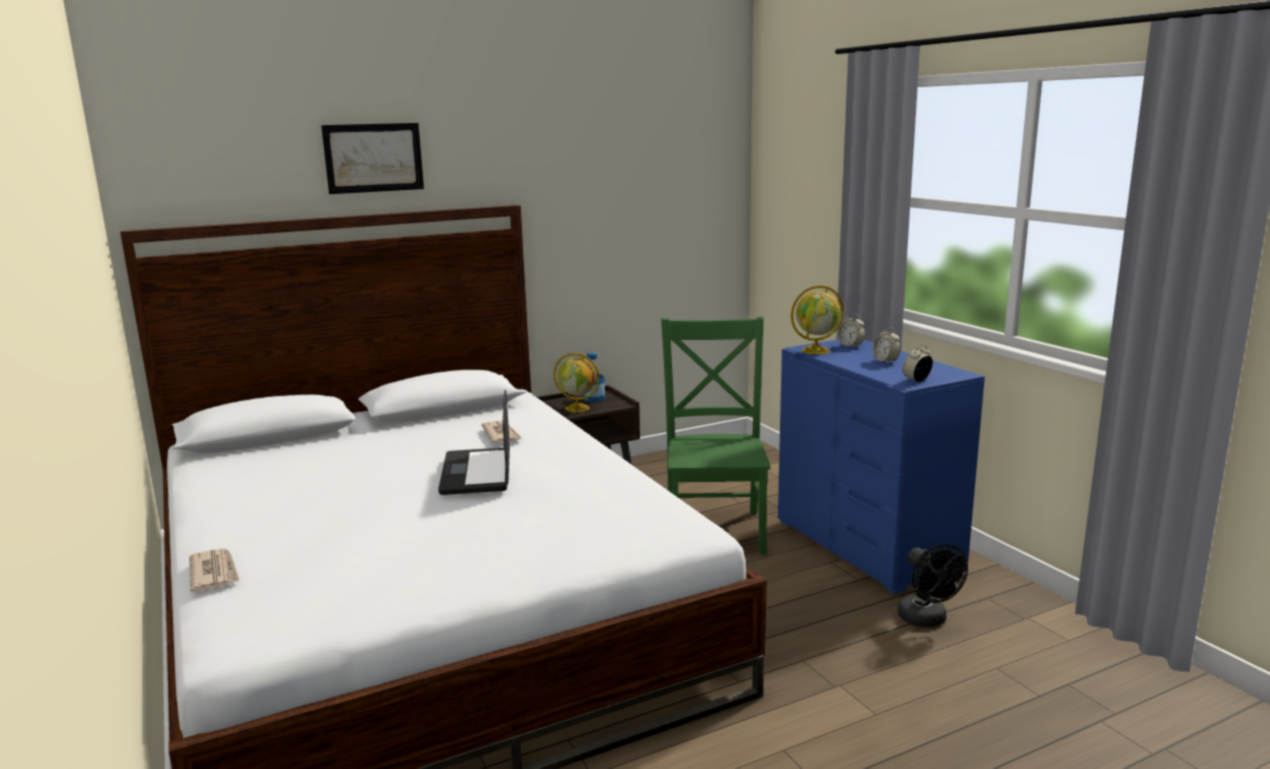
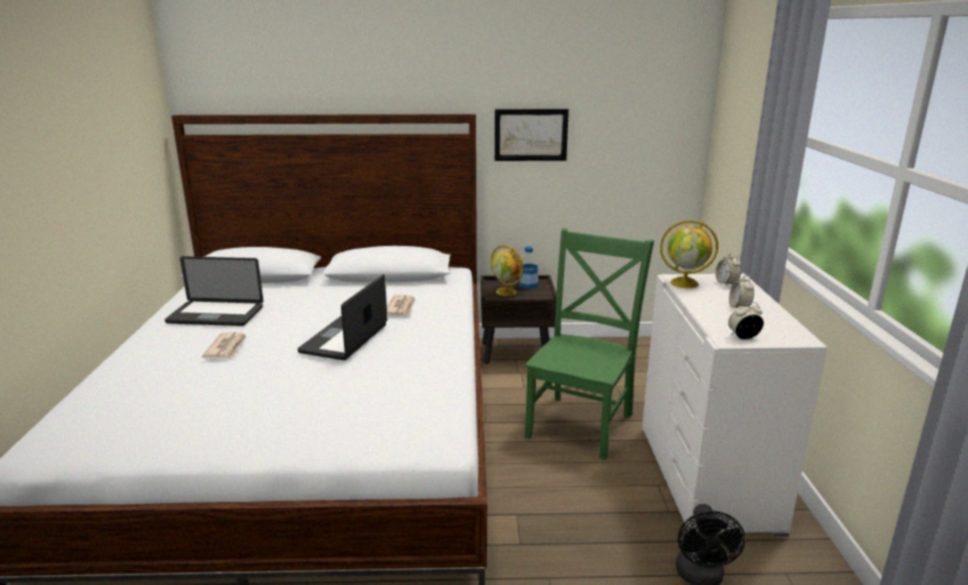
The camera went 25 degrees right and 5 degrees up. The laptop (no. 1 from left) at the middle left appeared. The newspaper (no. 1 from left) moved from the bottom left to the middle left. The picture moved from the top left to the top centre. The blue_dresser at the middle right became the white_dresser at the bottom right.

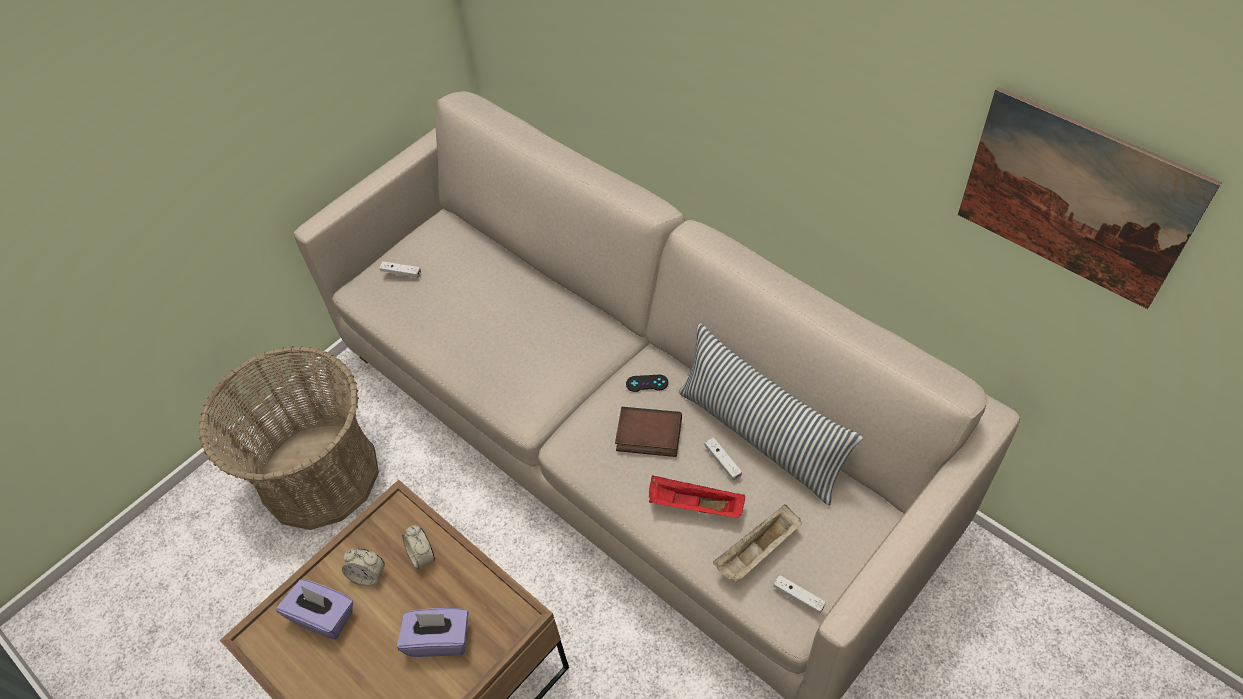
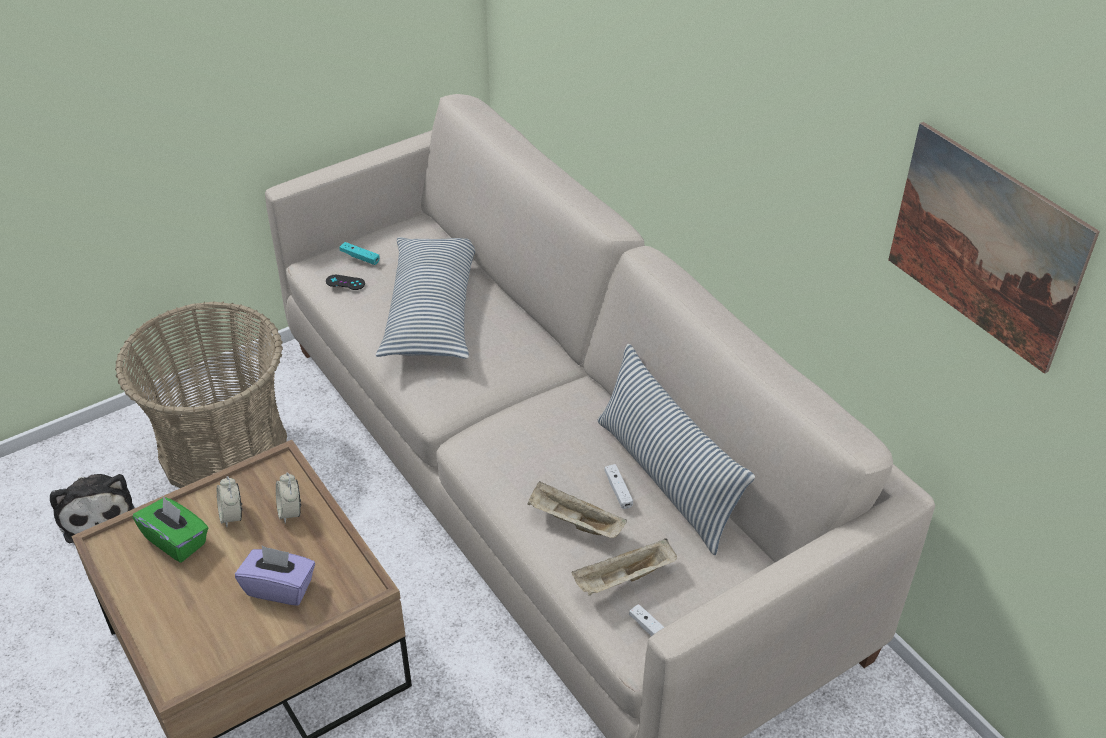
The camera went 10 degrees right and 10 degrees down. The book at the centre disappeared. The plush_toy at the bottom left appeared. The pillow (no. 1 from left) at the centre appeared. The black_game_controller moved from the centre to the middle left. The purple_tissue_box (no. 1 from left) at the bottom left became the green_tissue_box at the bottom left. The white_game_controller (no. 1 from left) at the middle left became the turquoise_game_controller at the middle left. The red_tray at the bottom centre became the beige_tray (no. 1 from left) at the bottom centre. The alarm_clock (no. 1 from left) at the bottom left turned 45 degrees clockwise.

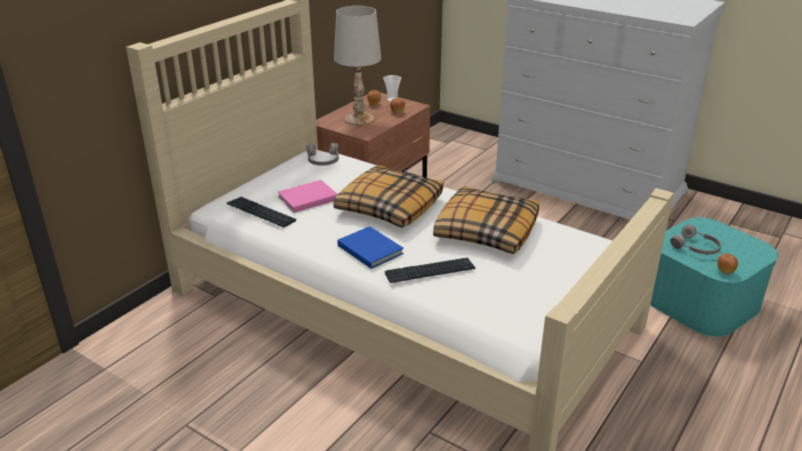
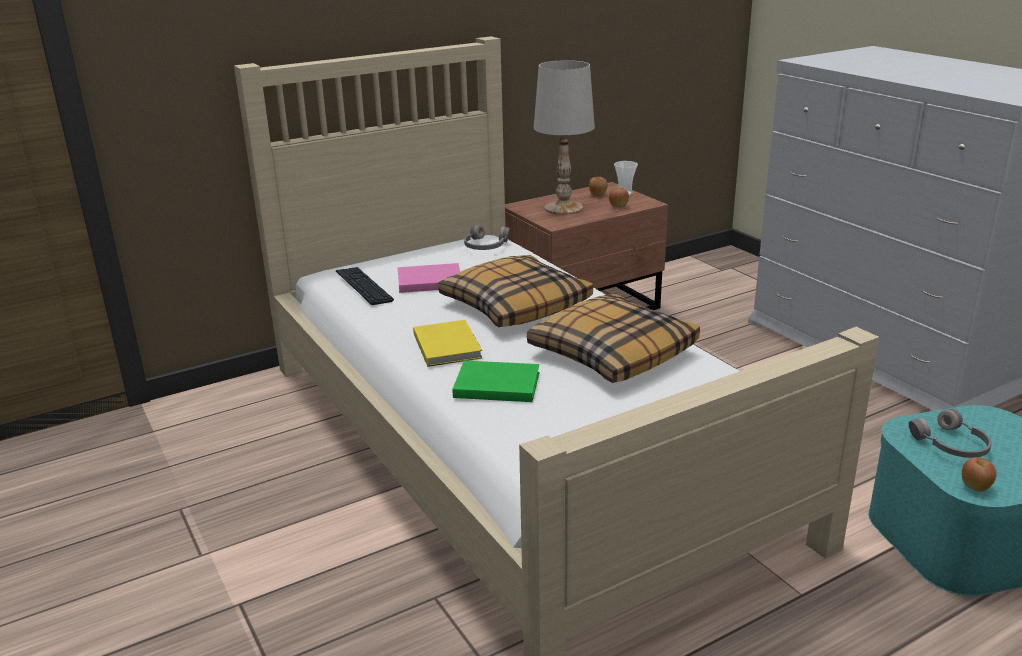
The camera went 25 degrees right and 5 degrees down. The keyboard (no. 2 from left) at the centre was replaced by the green_book at the centre. The blue_book at the centre became the yellow_book at the centre.

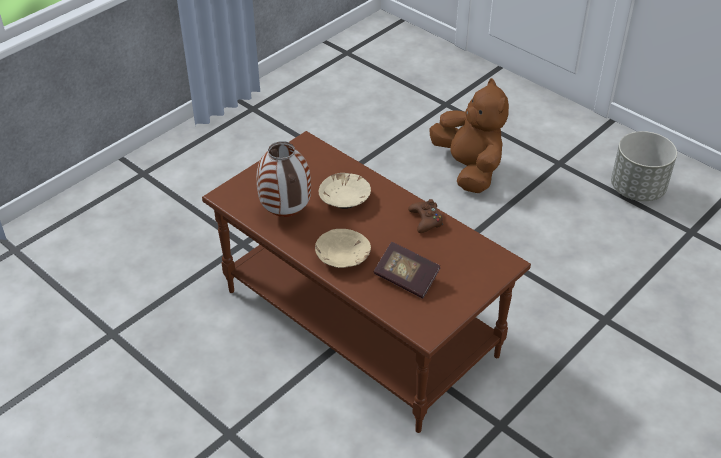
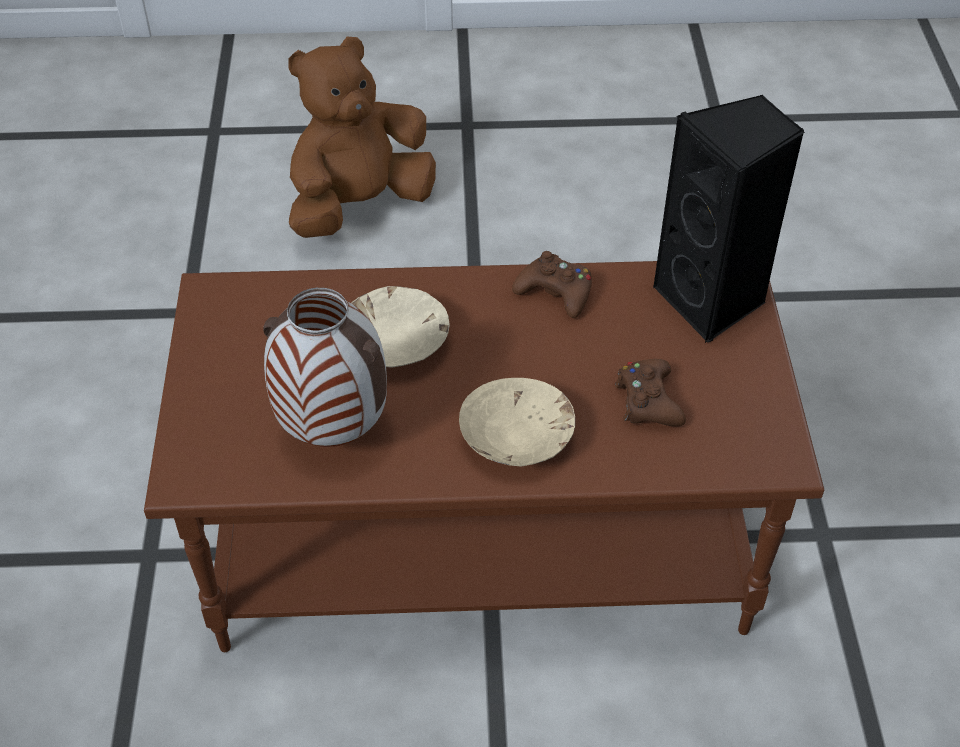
The camera went 45 degrees left and 5 degrees up. The grey_planter at the middle right disappeared. The black_speaker at the top right appeared. The book at the centre was replaced by the brown_game_controller (no. 2 from left) at the middle right. The brown_plush_toy at the top centre turned 60 degrees counterclockwise.

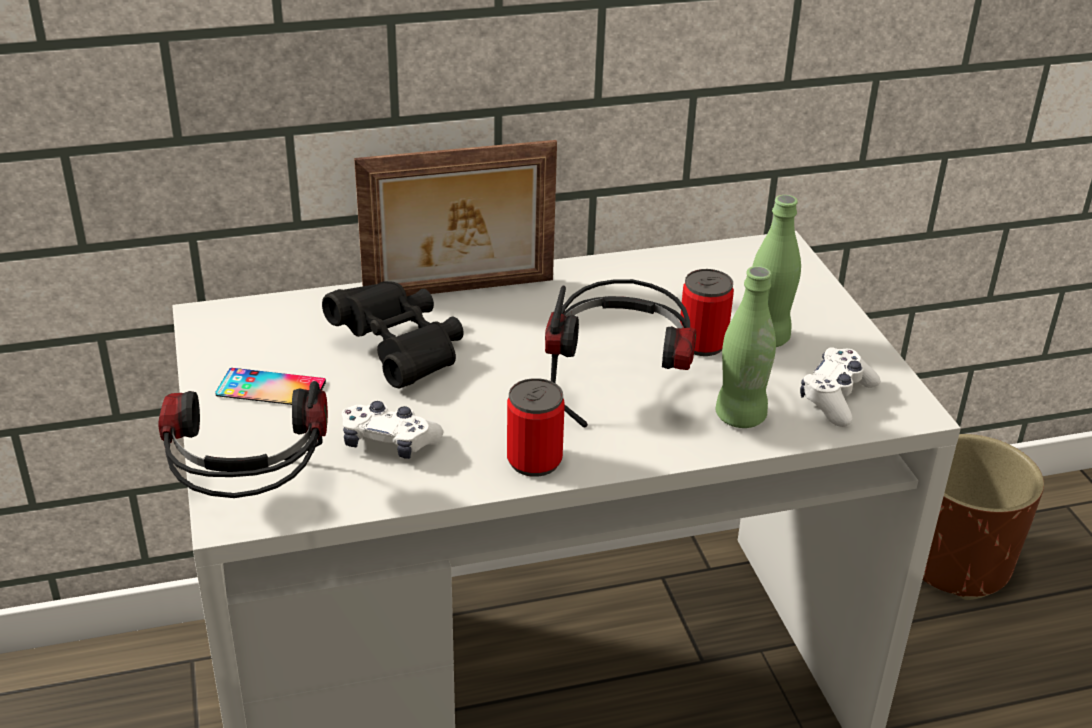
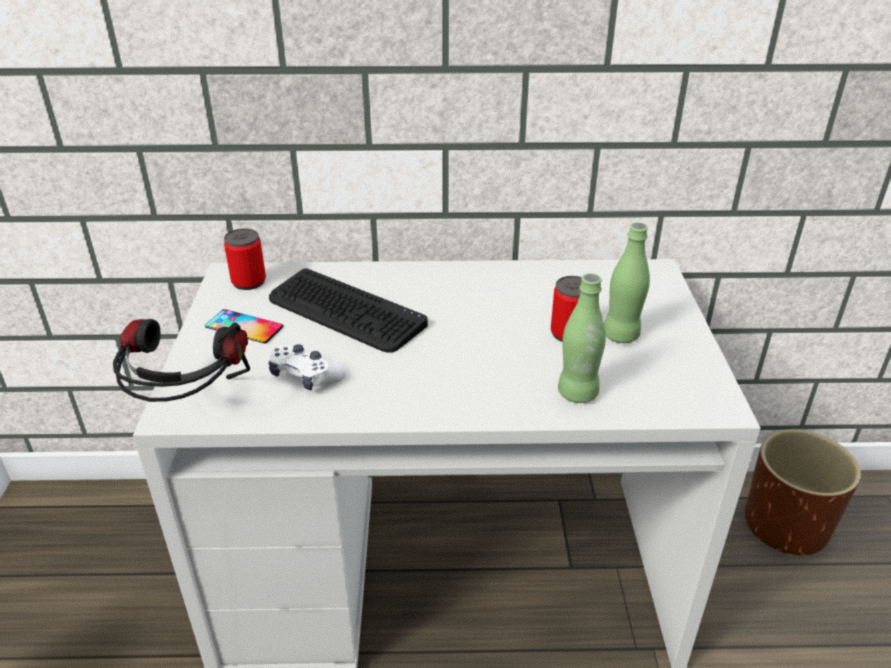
The camera went 15 degrees right and 0 degrees up. The picture_frame at the top centre disappeared. The headphones (no. 2 from left) at the centre disappeared. The white_game_controller (no. 2 from left) at the middle right disappeared. The can (no. 1 from left) moved from the centre to the middle left. The black_binoculars at the centre was replaced by the keyboard at the centre.

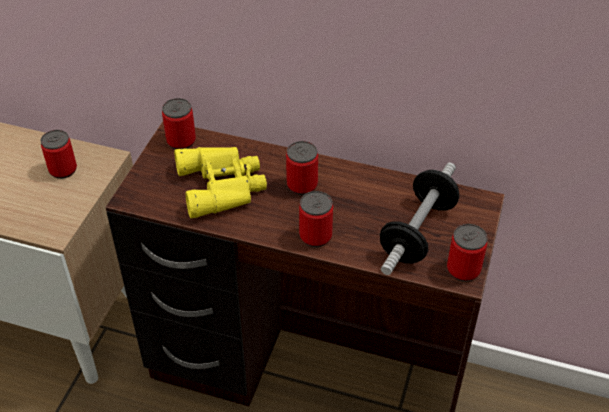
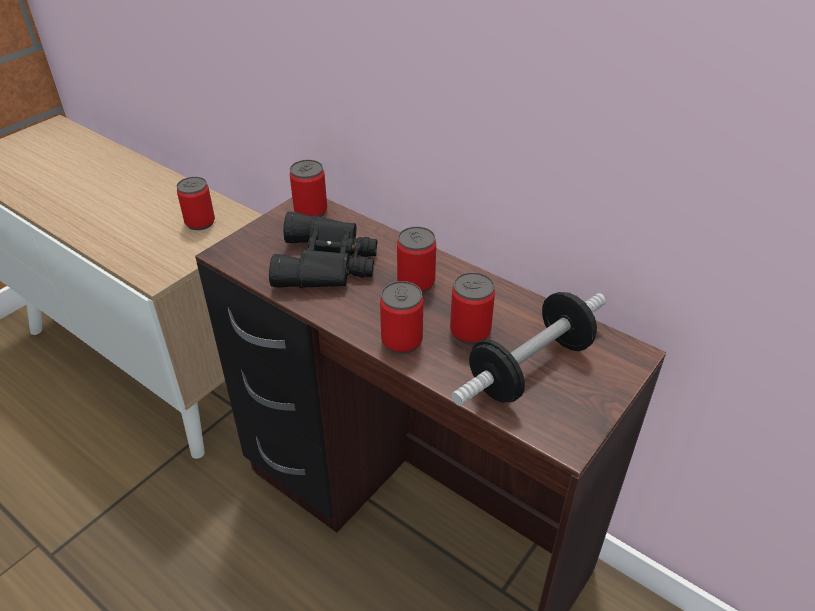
The camera went 20 degrees right and 5 degrees down. The can (no. 5 from left) moved from the middle right to the centre. The yellow_binoculars at the centre became the black_binoculars at the centre.

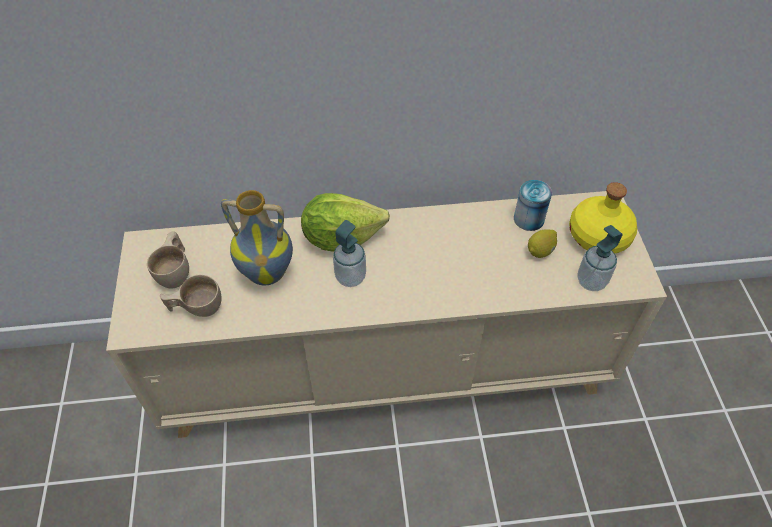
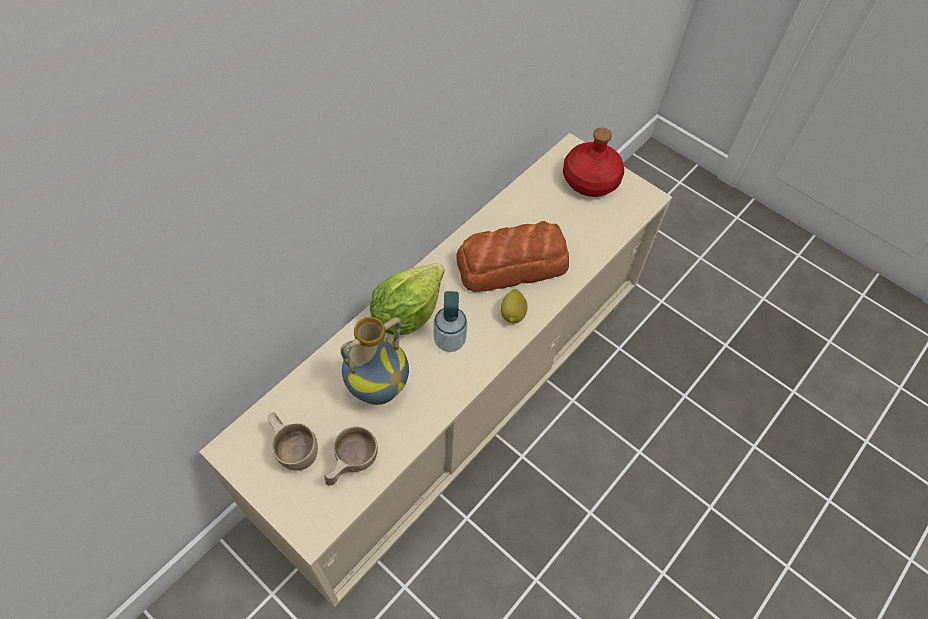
The camera went 45 degrees left and 5 degrees up. The can at the middle right disappeared. The soap_dispenser (no. 2 from left) at the middle right disappeared. The bread at the centre appeared. The lemon moved from the middle right to the centre. The yellow_bottle at the middle right became the red_bottle at the top centre.

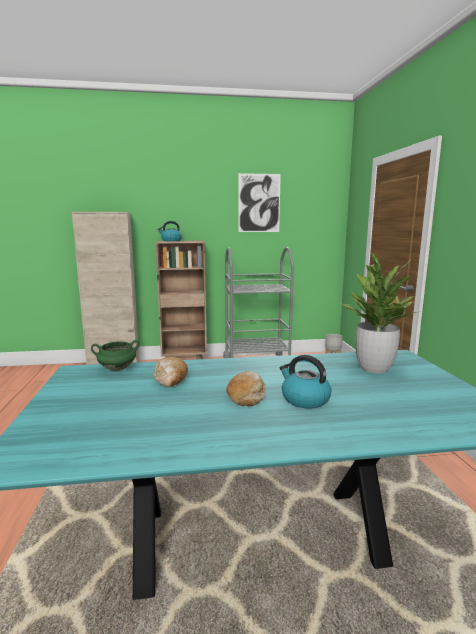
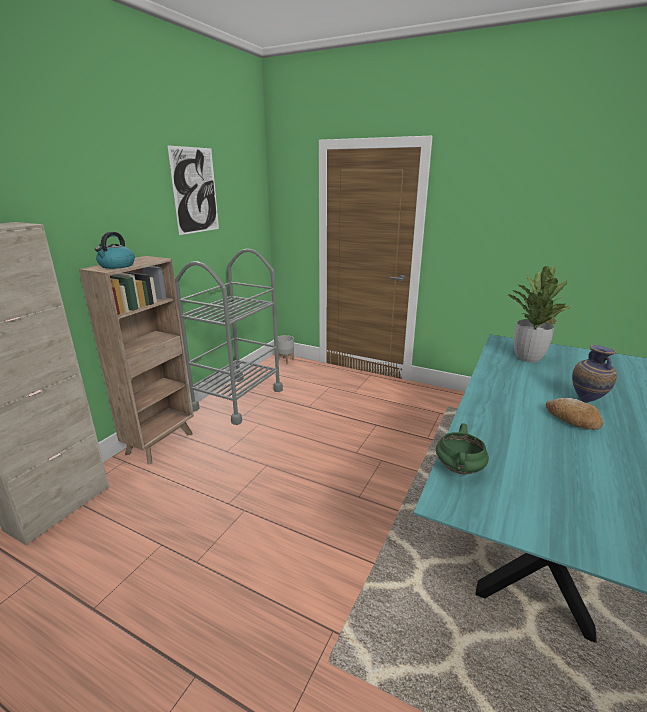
The camera went 55 degrees left and 10 degrees up. The bread (no. 1 from left) at the centre disappeared. The kettle (no. 2 from left) at the centre was replaced by the vase at the middle right.

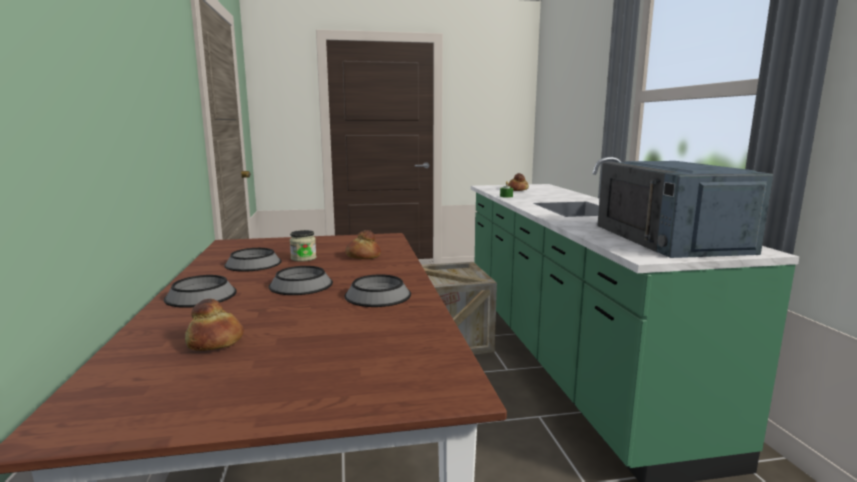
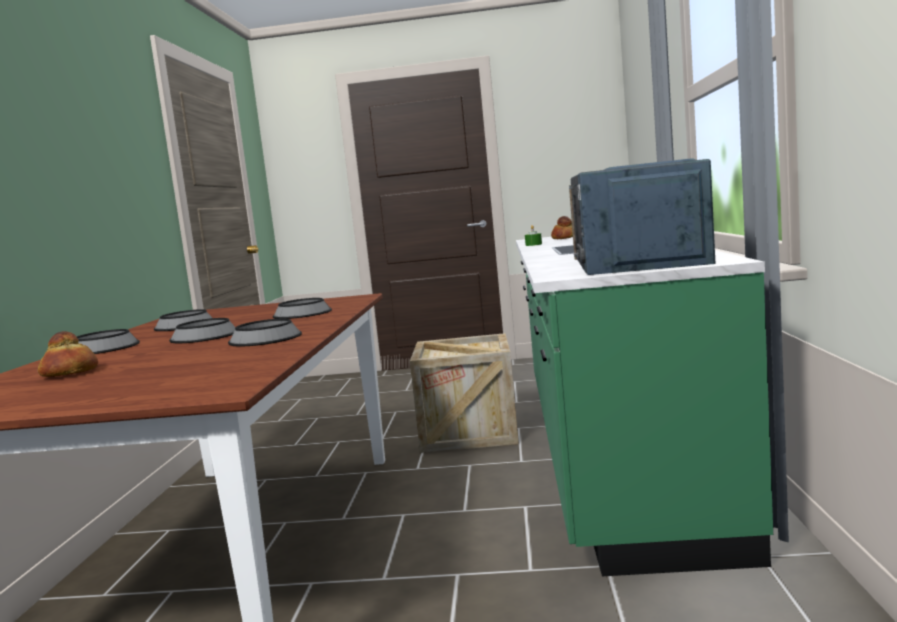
The camera went 15 degrees right and 5 degrees down. The jar at the centre disappeared. The bread (no. 2 from left) at the centre was replaced by the bowl (no. 5 from left) at the centre.

